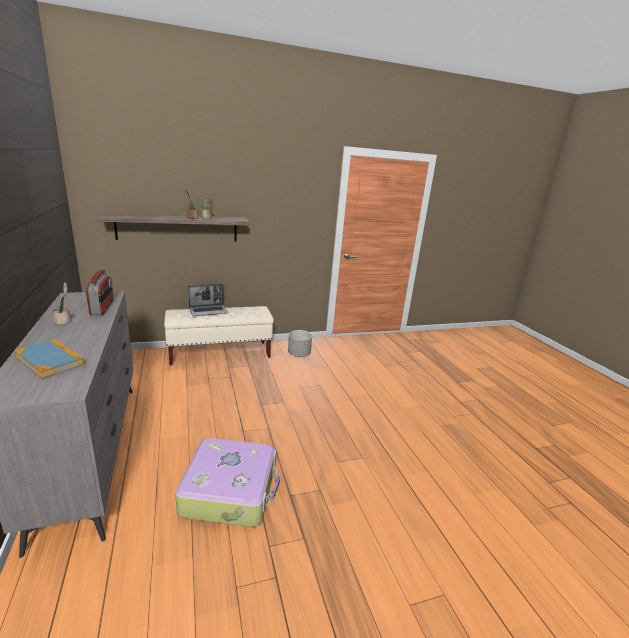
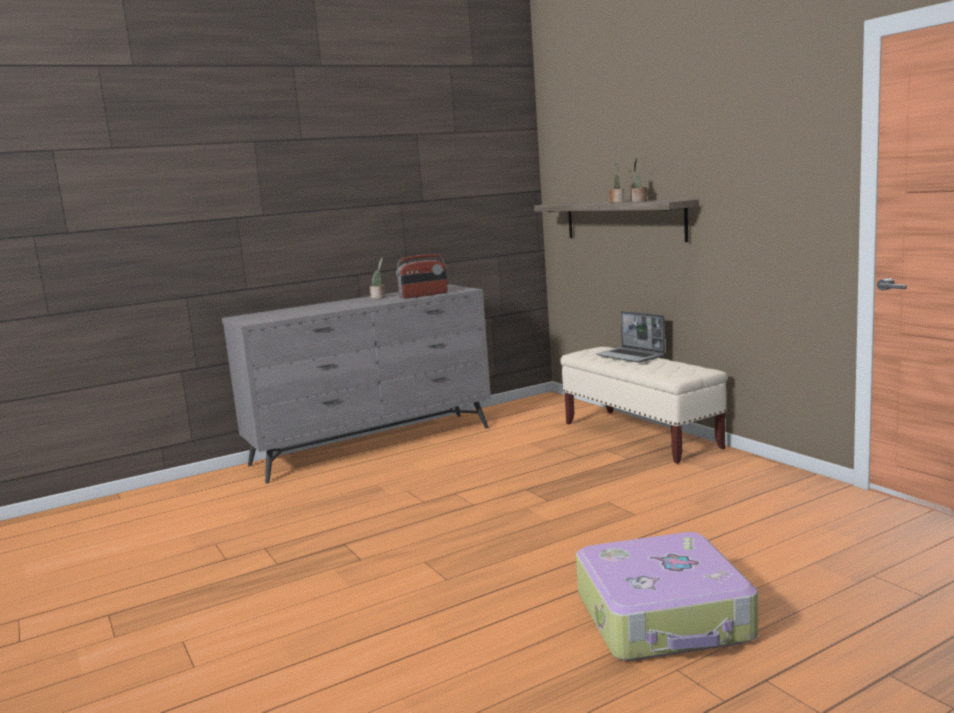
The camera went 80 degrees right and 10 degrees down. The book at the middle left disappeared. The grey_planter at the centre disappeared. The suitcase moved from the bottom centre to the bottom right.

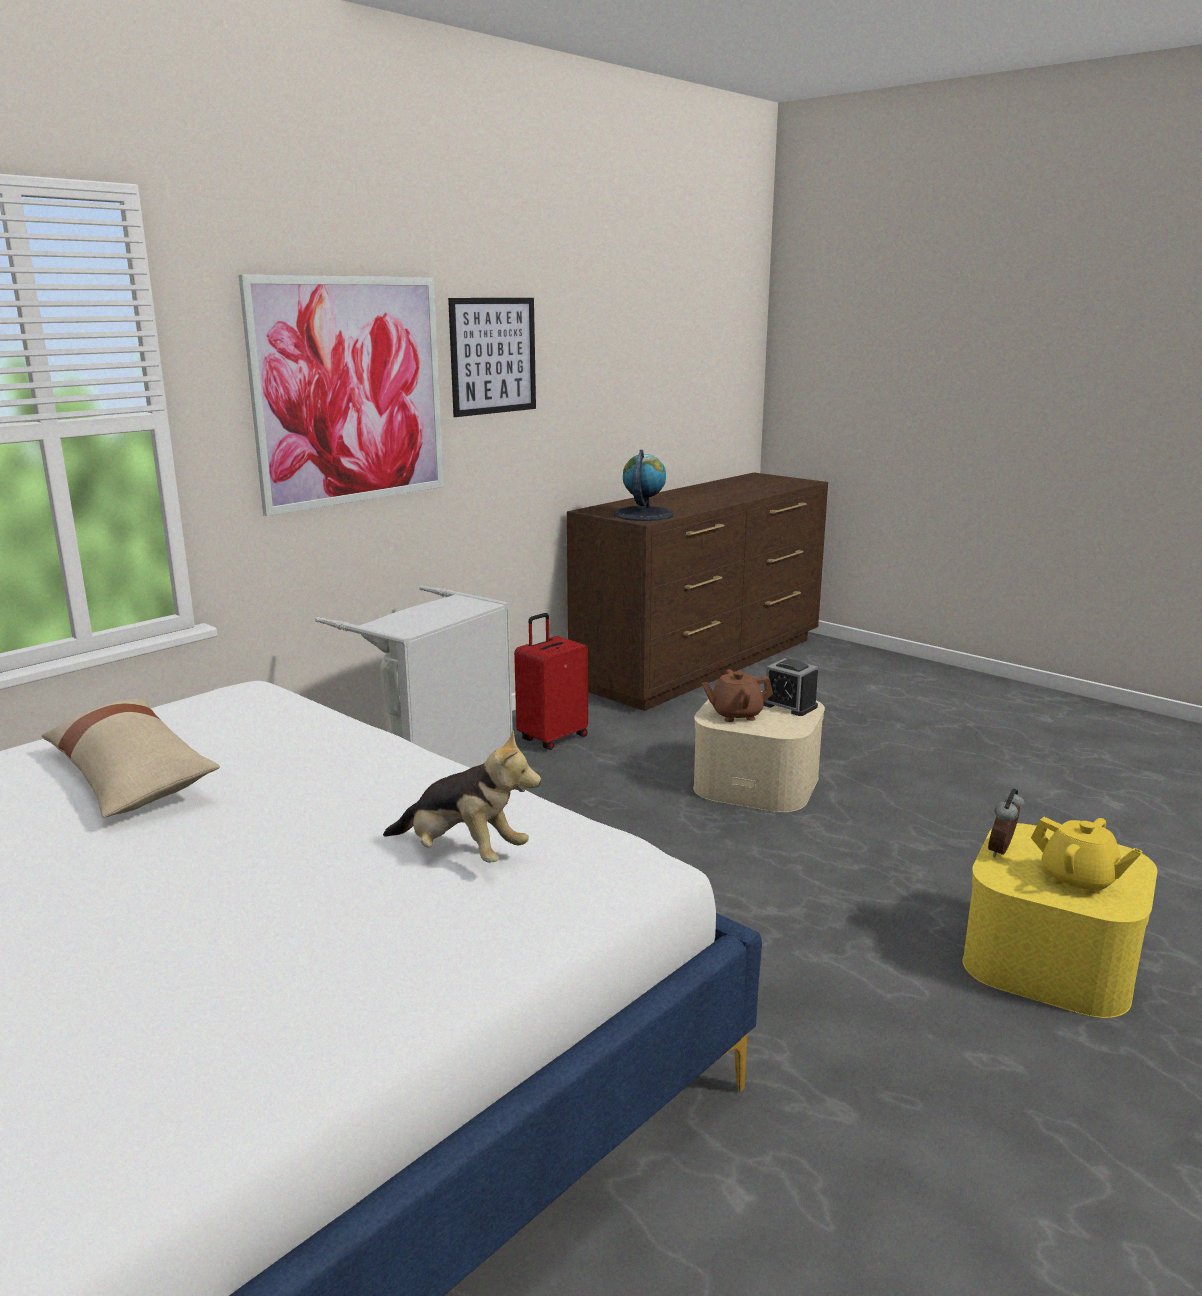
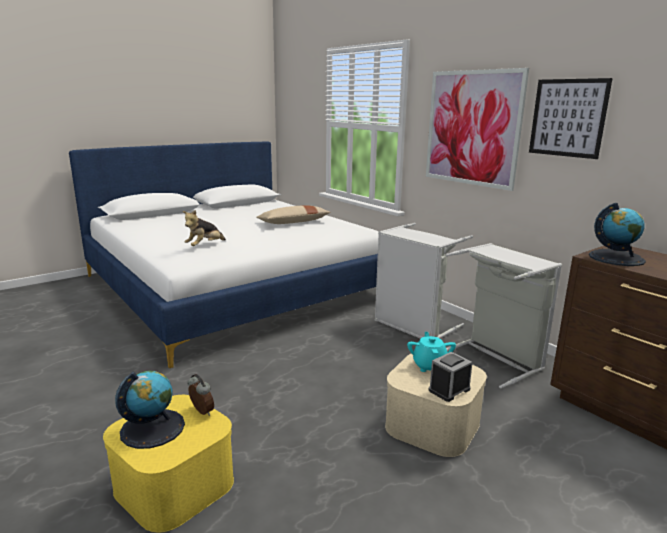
The camera went 100 degrees right and 0 degrees up. The red_suitcase at the centre was replaced by the grey_laundry_basket (no. 2 from left) at the middle right. The yellow_teapot at the middle right was replaced by the globe (no. 1 from left) at the bottom left. The brown_teapot at the centre became the turquoise_teapot at the centre.

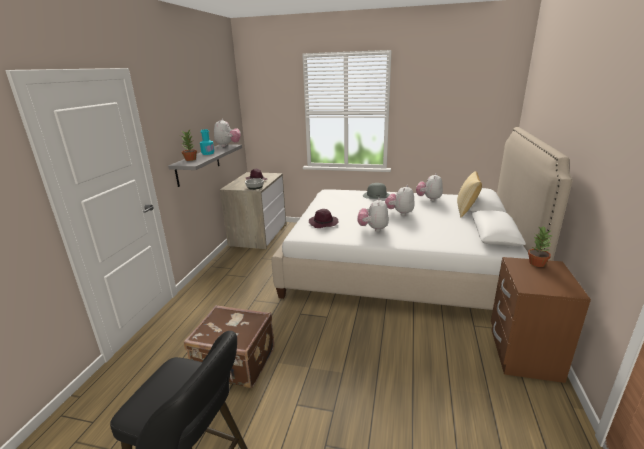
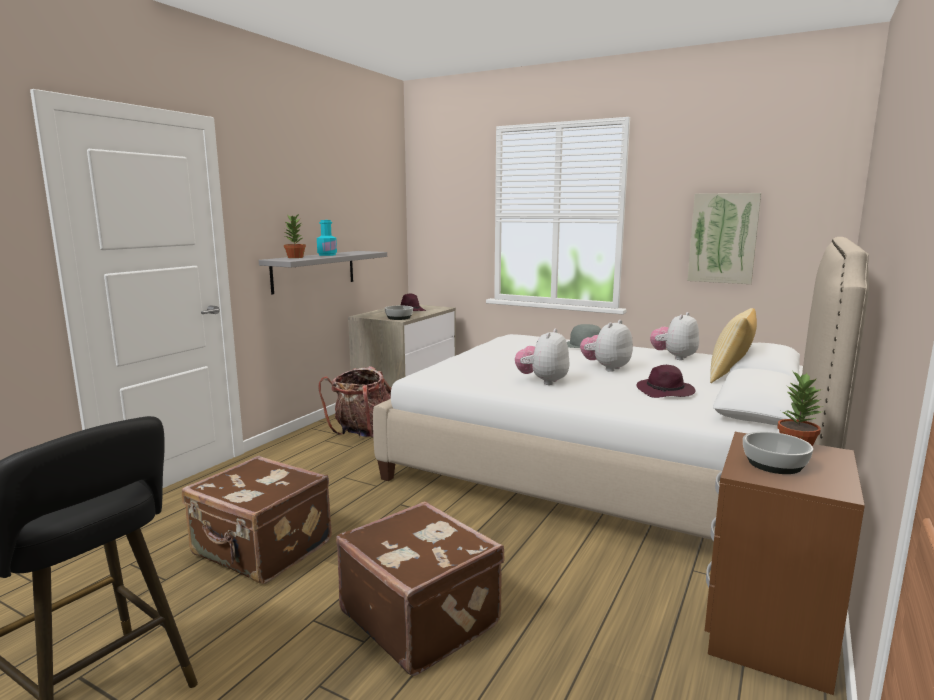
The camera went 15 degrees right and 10 degrees down. The plush_toy (no. 1 from left) at the top centre disappeared. The backpack at the centre appeared. The brown_suitcase (no. 2 from left) at the bottom centre appeared. The picture at the middle right appeared. The bowl (no. 2 from left) at the middle right appeared. The purple_hat (no. 2 from left) moved from the centre to the middle right.

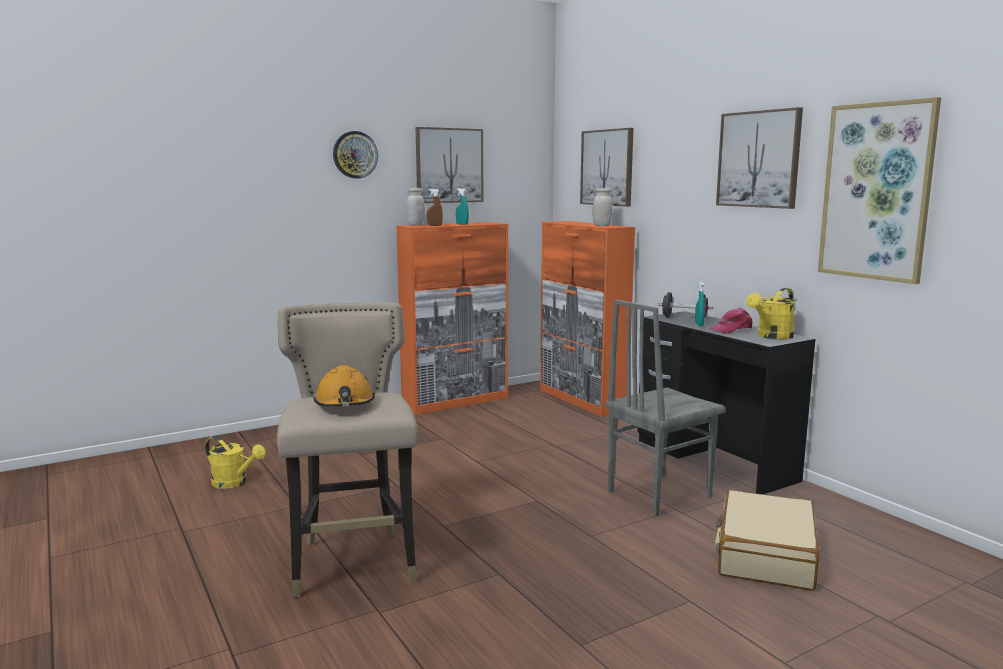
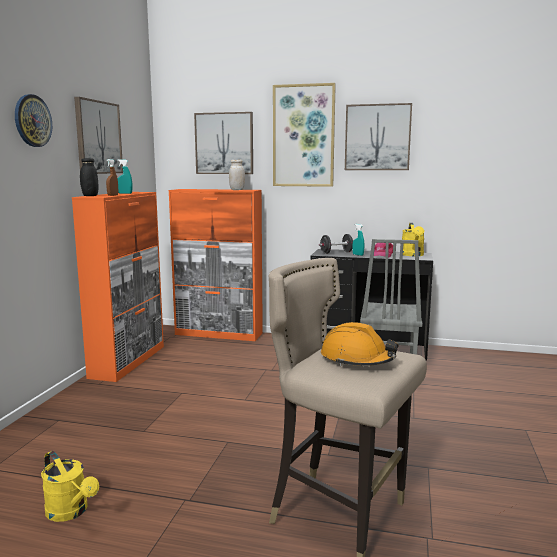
The camera went 45 degrees left and 0 degrees up. The beige_suitcase at the bottom right disappeared. The picture (no. 4 from left in the first image) moved from the top right to the top centre. The white_jar (no. 1 from left) at the top centre became the black_jar at the top left. The yellow_watering_can (no. 1 from left) at the bottom left turned 60 degrees clockwise.

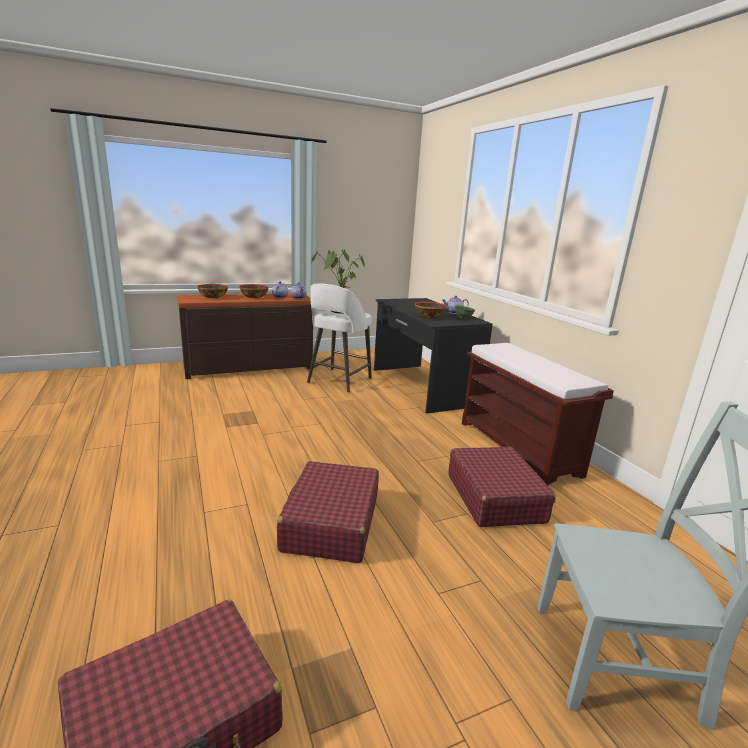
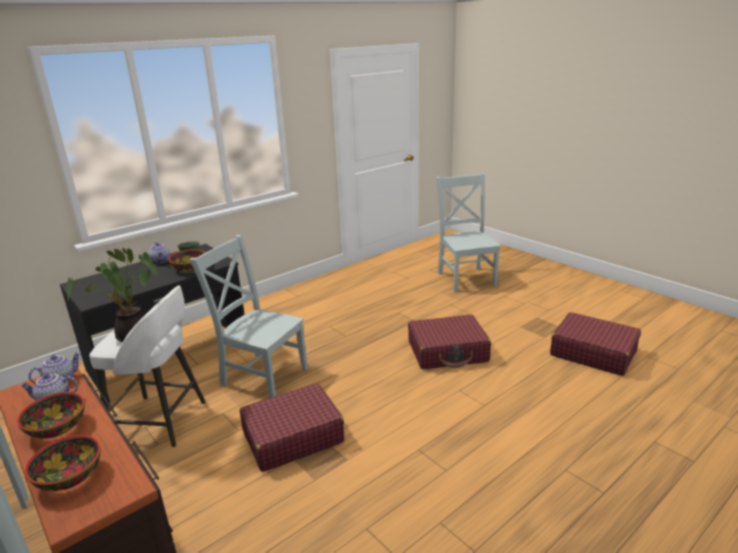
The camera went 105 degrees left and 5 degrees up. The brown_bench at the middle right disappeared. The grey_chair (no. 1 from left) at the centre appeared. The red_suitcase (no. 3 from left in the first image) moved from the middle right to the bottom centre.

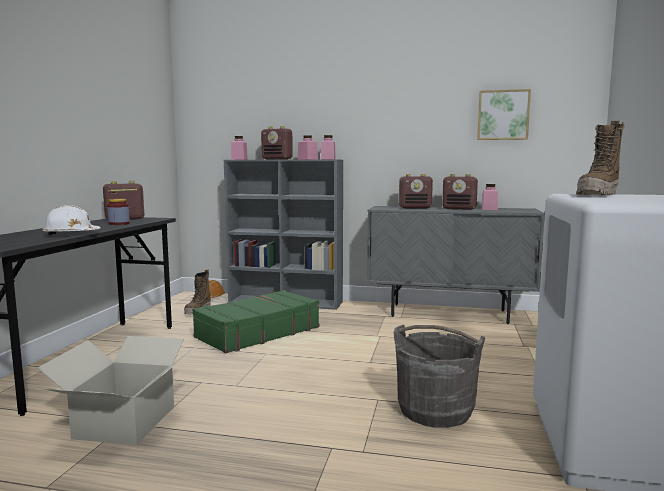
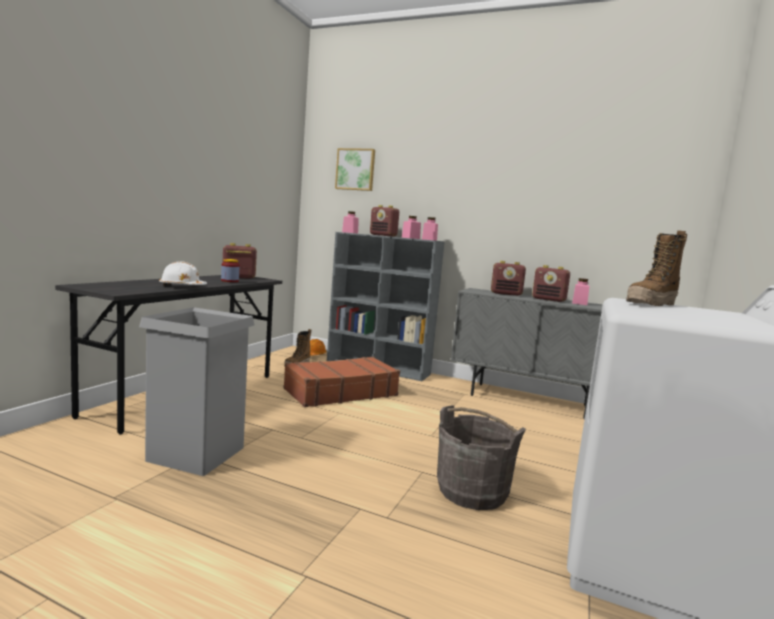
The camera went 10 degrees right and 0 degrees up. The picture moved from the top right to the top centre. The cardboard_box at the bottom left was replaced by the grey_trash_can at the middle left. The green_suitcase at the centre became the brown_suitcase at the centre.

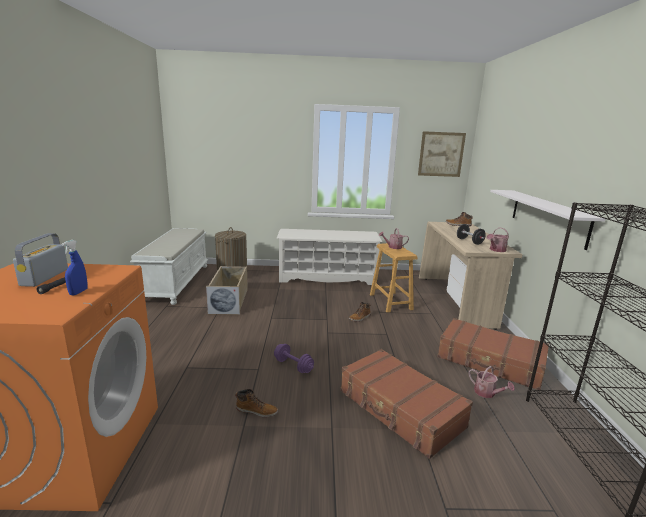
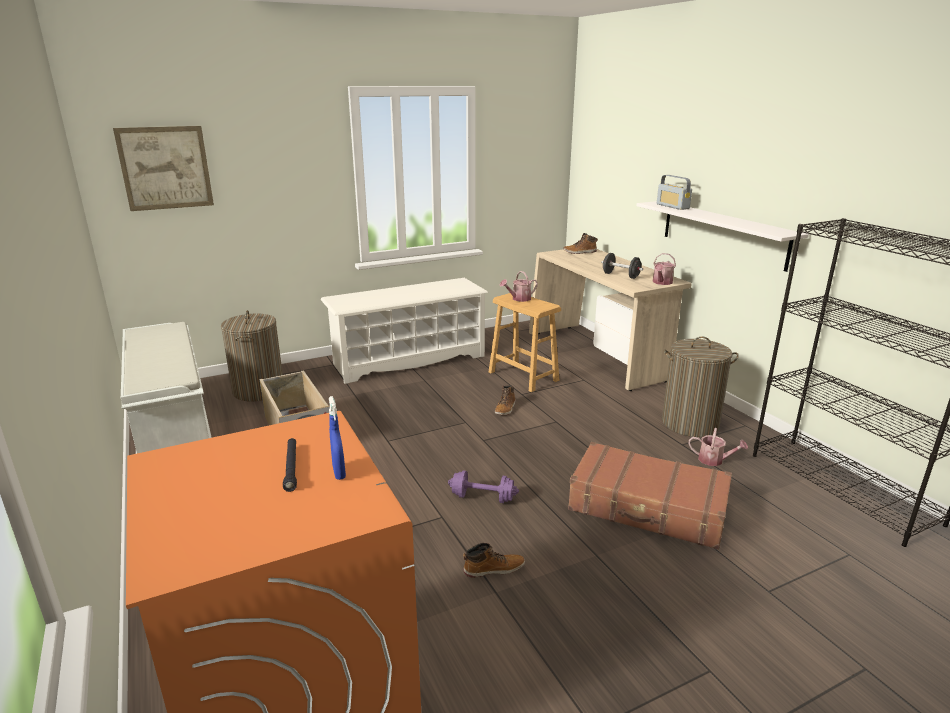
The camera went 25 degrees left and 5 degrees up. The radio moved from the middle left to the top right. The picture moved from the top right to the top left. The brown_suitcase (no. 2 from left) at the bottom right was replaced by the laundry_basket (no. 2 from left) at the middle right.

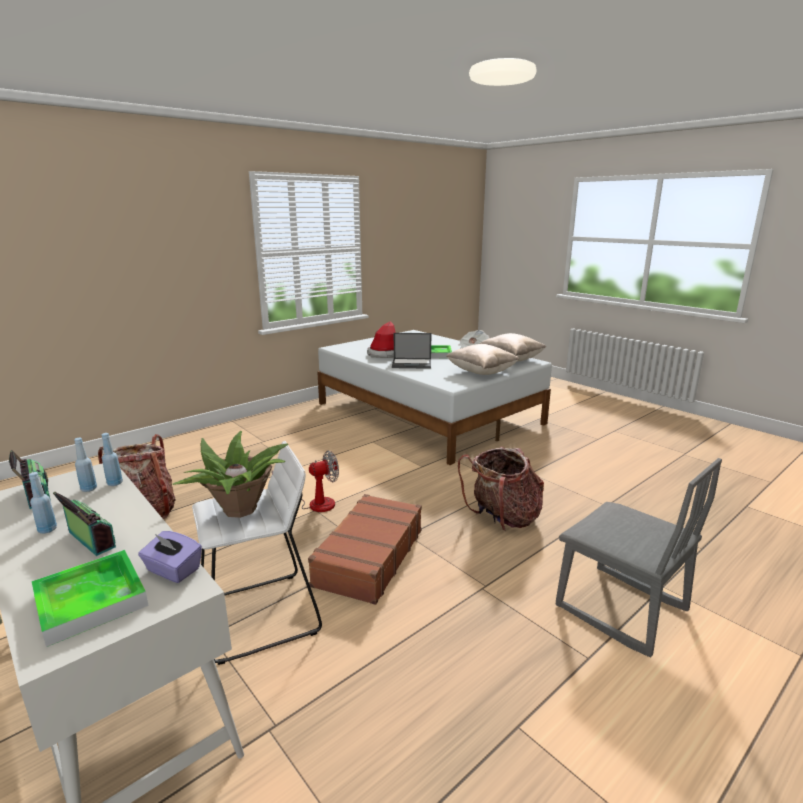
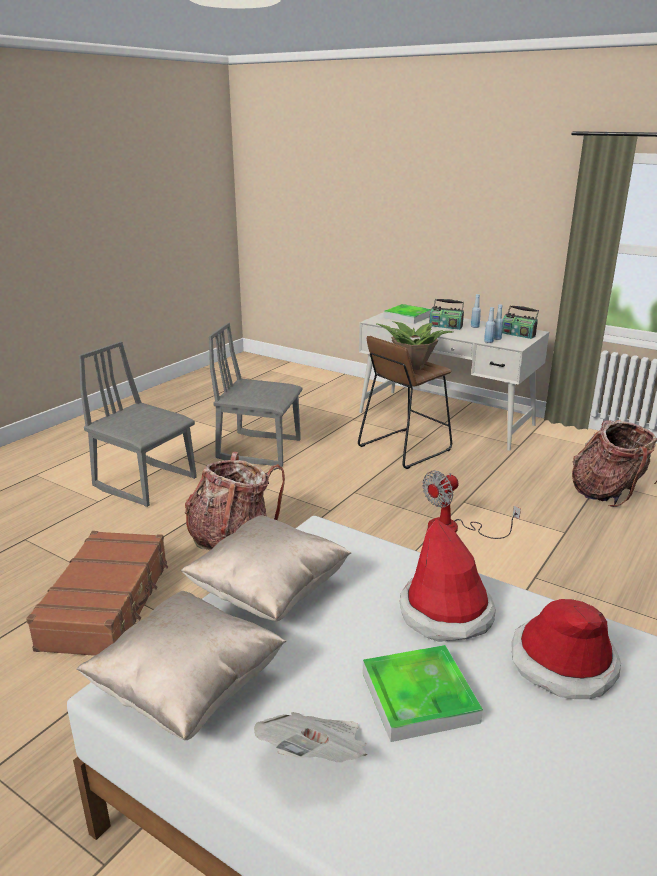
The camera went 165 degrees right and 5 degrees up. The purple_tissue_box at the bottom left disappeared. The grey_chair (no. 2 from left) at the centre appeared. The brown_suitcase moved from the bottom centre to the bottom left. The laptop at the centre was replaced by the hat (no. 1 from left) at the middle right. The white_stool at the bottom left became the brown_stool at the centre.

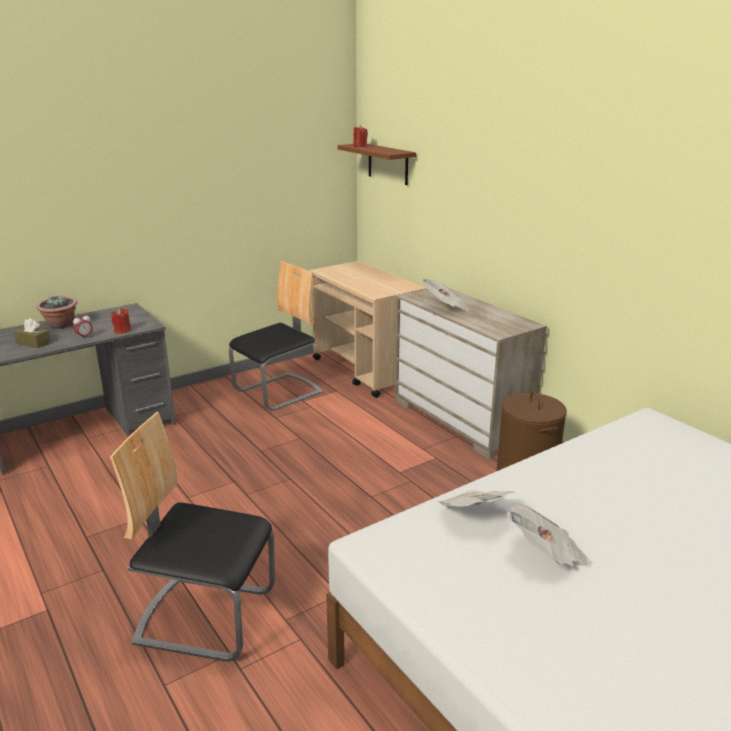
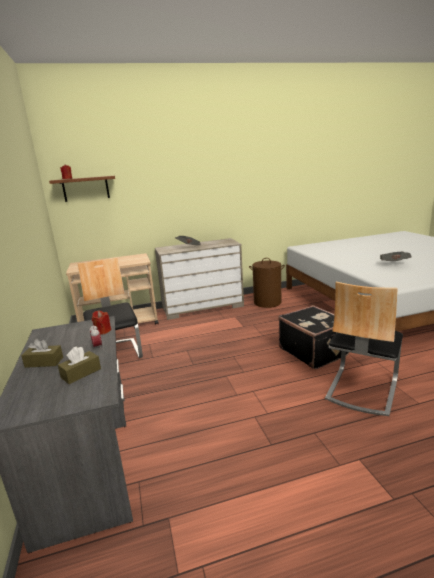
The camera went 70 degrees left and 5 degrees down. The newspaper (no. 2 from left) at the bottom centre disappeared. The black_suitcase at the middle right appeared. The potted_plant at the middle left was replaced by the brown_tissue_box (no. 1 from left) at the middle left.

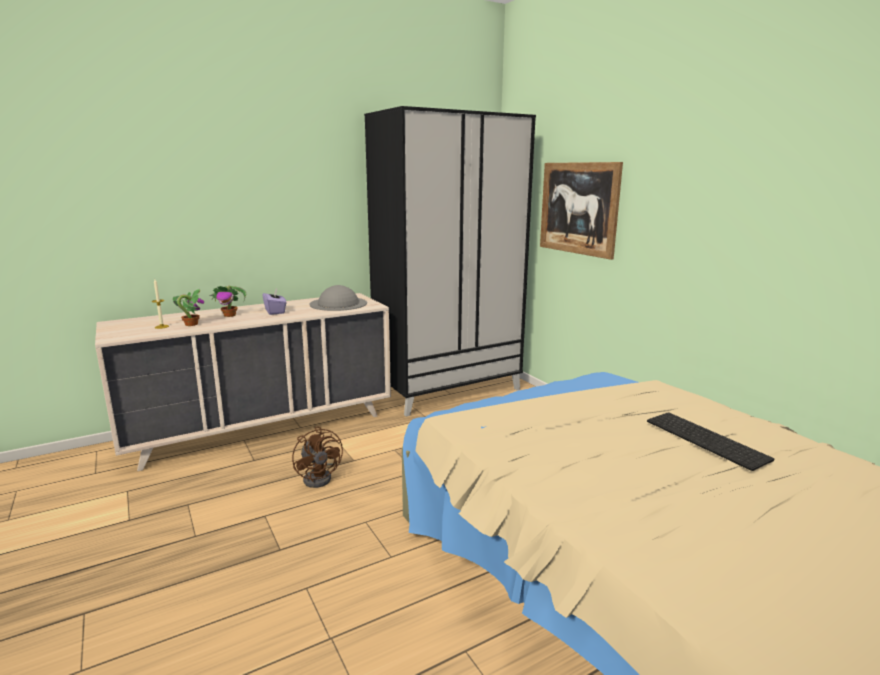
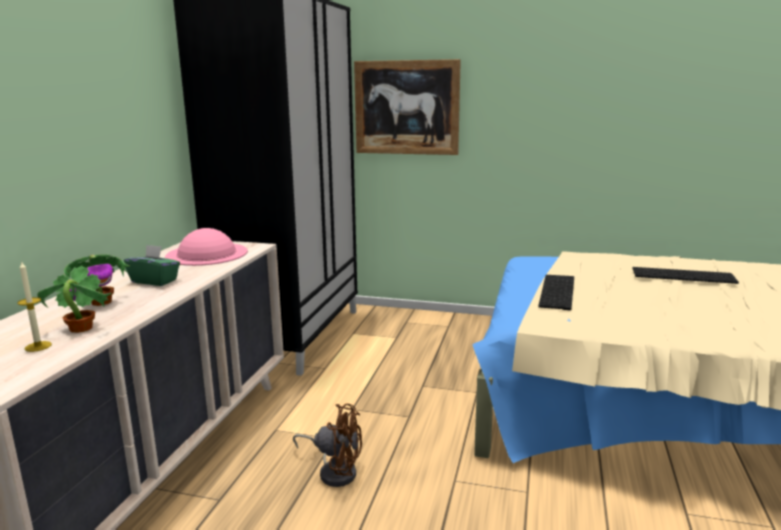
The camera went 45 degrees left and 0 degrees up. The keyboard (no. 1 from left) at the middle right appeared. The purple_tissue_box at the middle left became the green_tissue_box at the middle left. The grey_hat at the centre became the pink_hat at the middle left.

